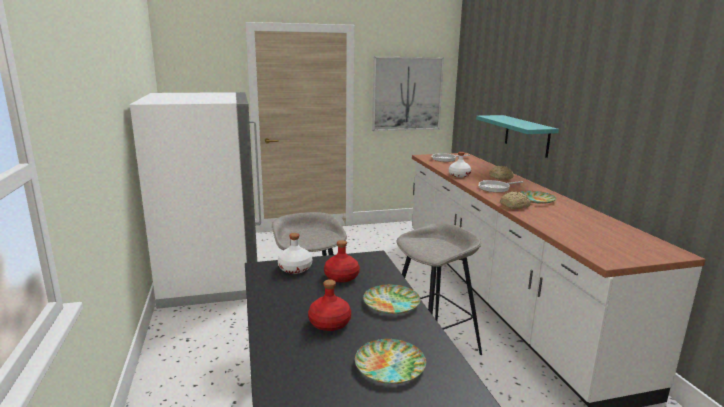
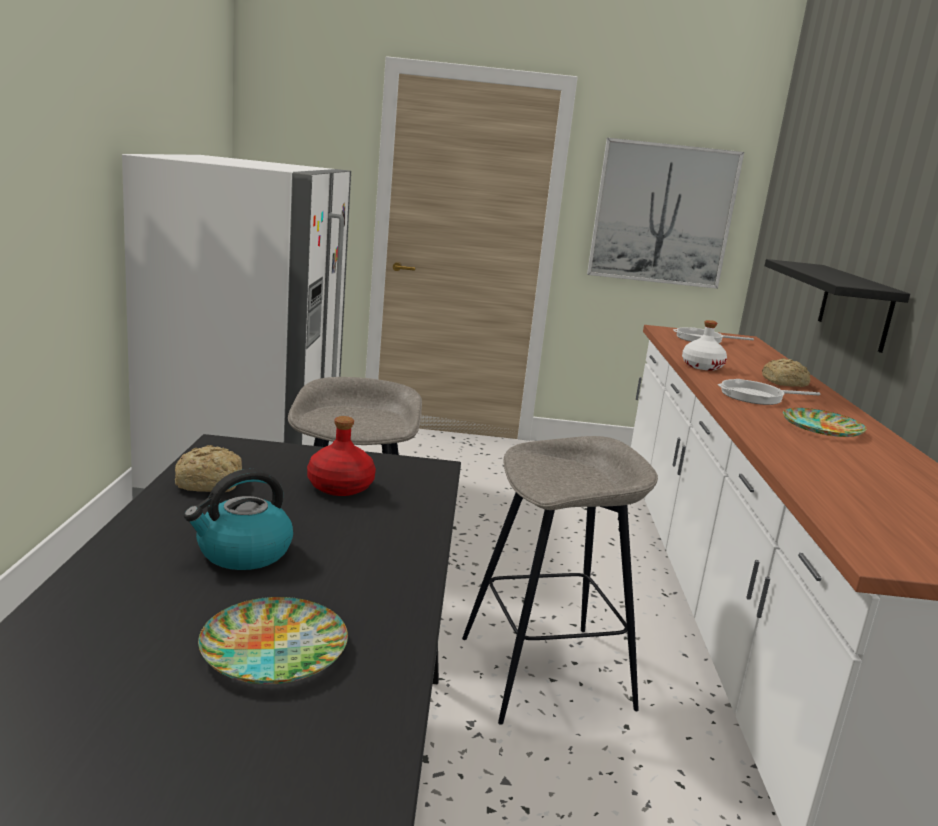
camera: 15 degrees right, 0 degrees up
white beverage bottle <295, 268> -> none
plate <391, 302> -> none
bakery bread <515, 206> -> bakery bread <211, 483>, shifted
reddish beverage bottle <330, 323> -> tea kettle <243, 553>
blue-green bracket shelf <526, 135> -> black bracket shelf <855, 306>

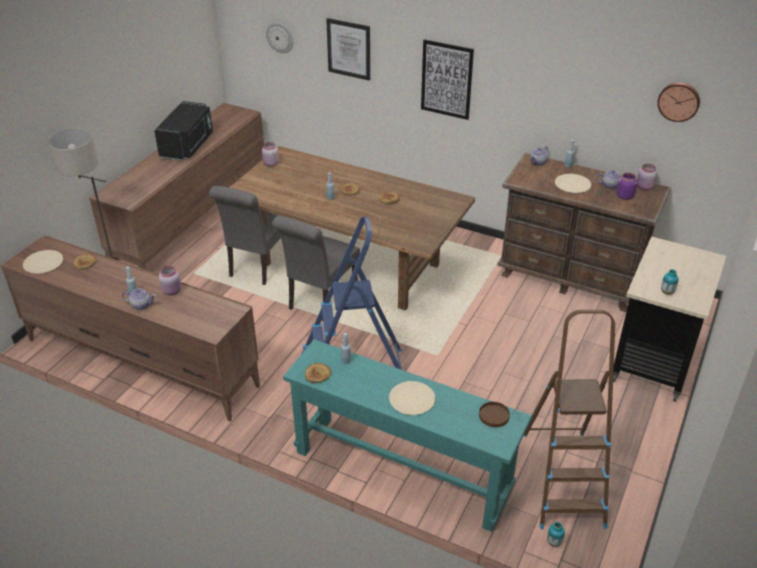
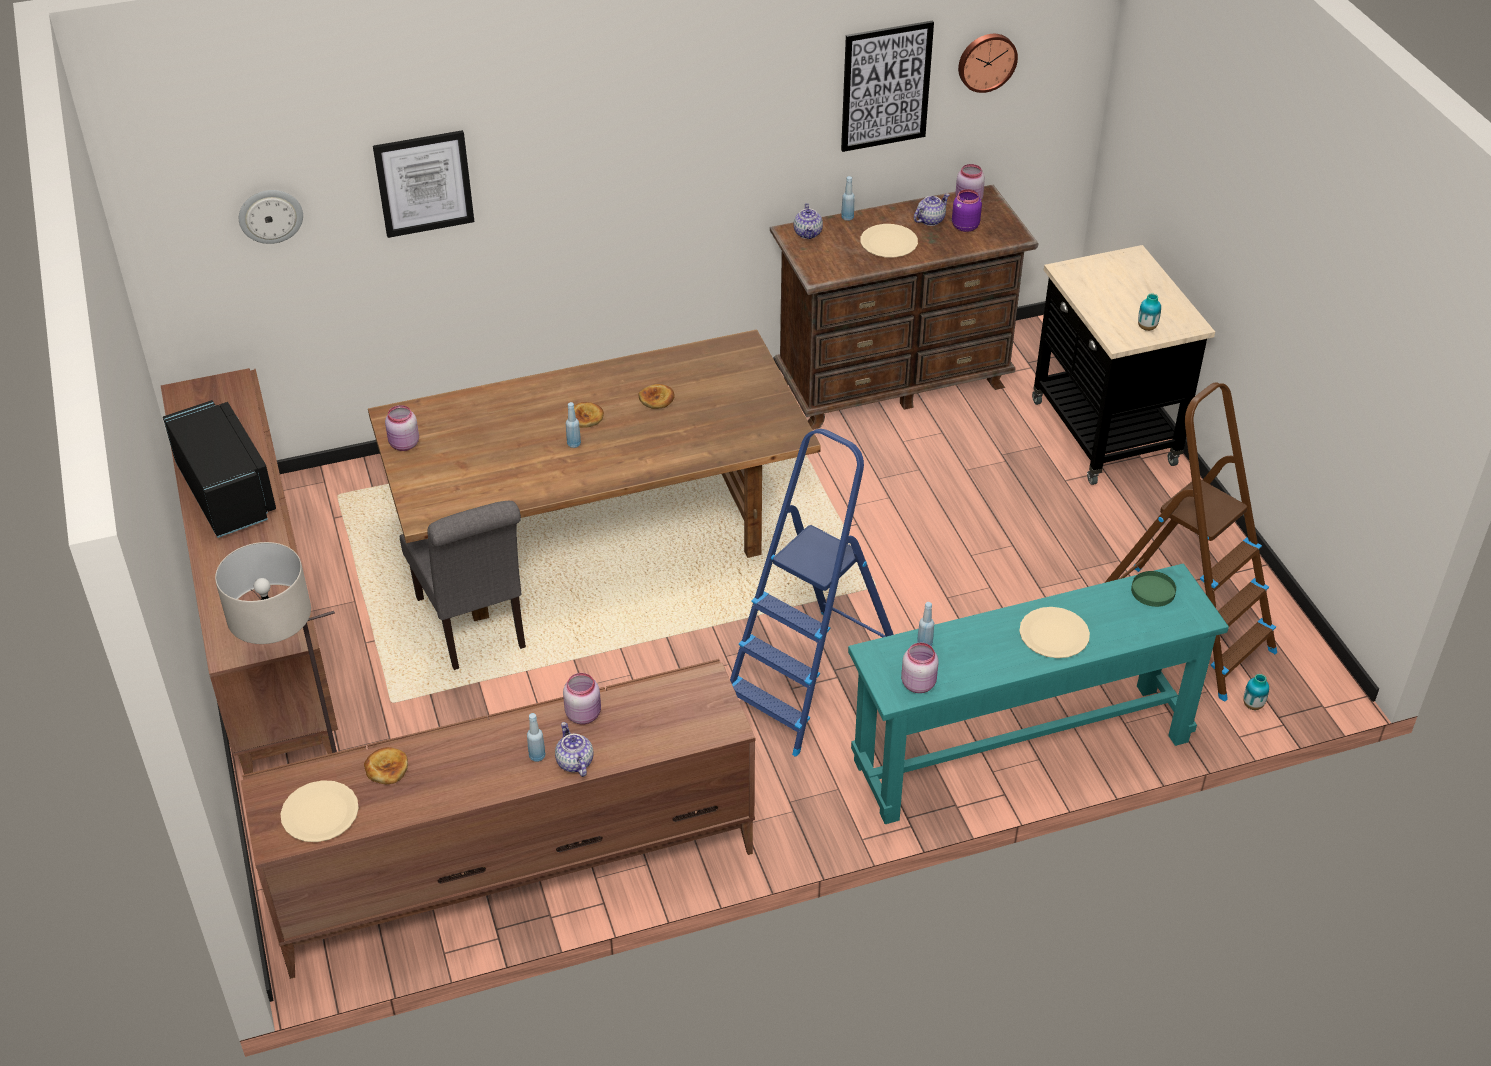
camera: 45 degrees left, 5 degrees up
grey plain chair <320, 300> -> none
picture <446, 79> -> picture <886, 86>, shifted
bakery bread <317, 374> -> pinkish preserve jar <918, 683>
brown plate <494, 416> -> greenish plate <1153, 591>
pot for tea <141, 305> -> pot for tea <574, 762>, 75 degrees counterclockwise

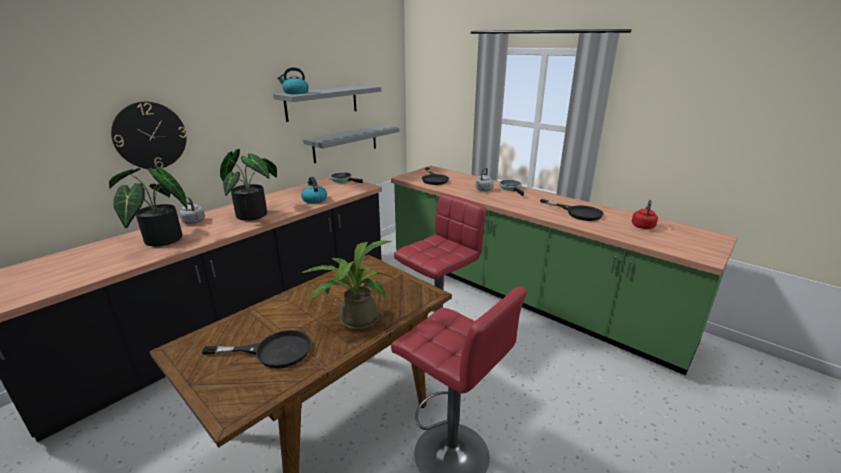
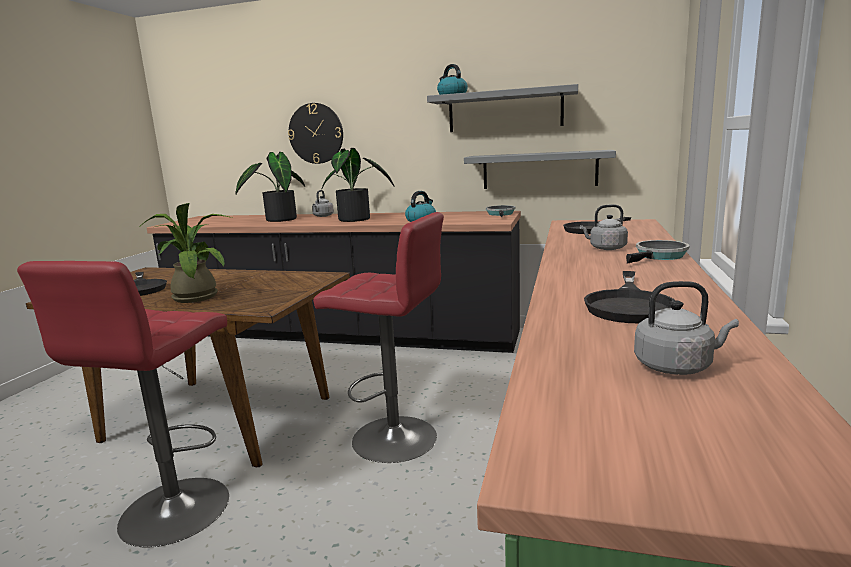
camera: 65 degrees right, 10 degrees down
reddish tea kettle <643, 226> -> grey tea kettle <676, 366>

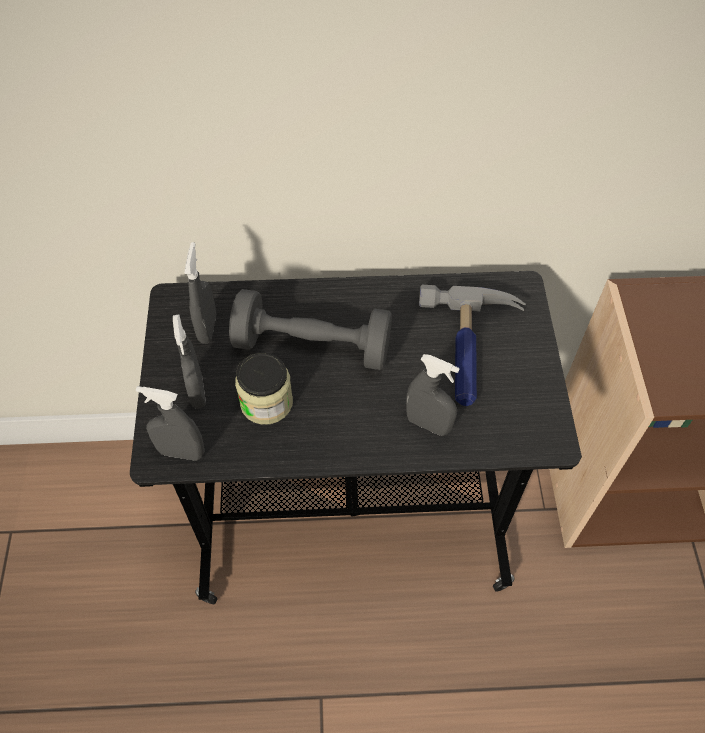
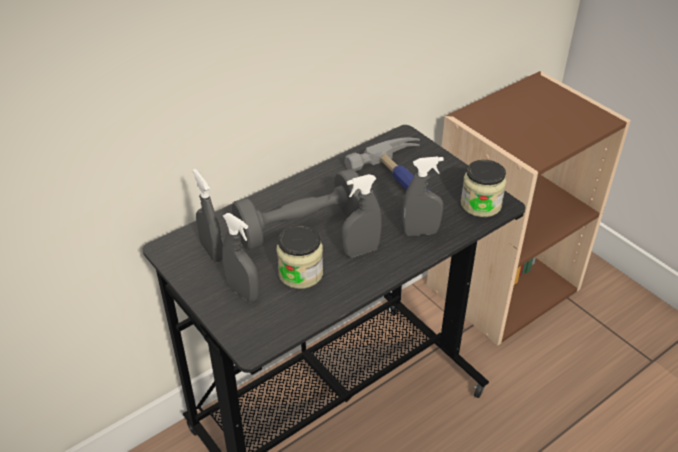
camera: 35 degrees left, 15 degrees down
none -> preserve jar <481, 204>
grey spray bottle <181, 452> -> grey spray bottle <360, 251>, shifted

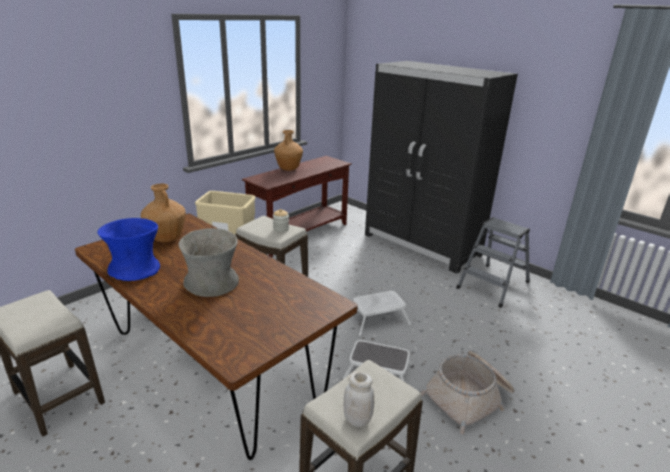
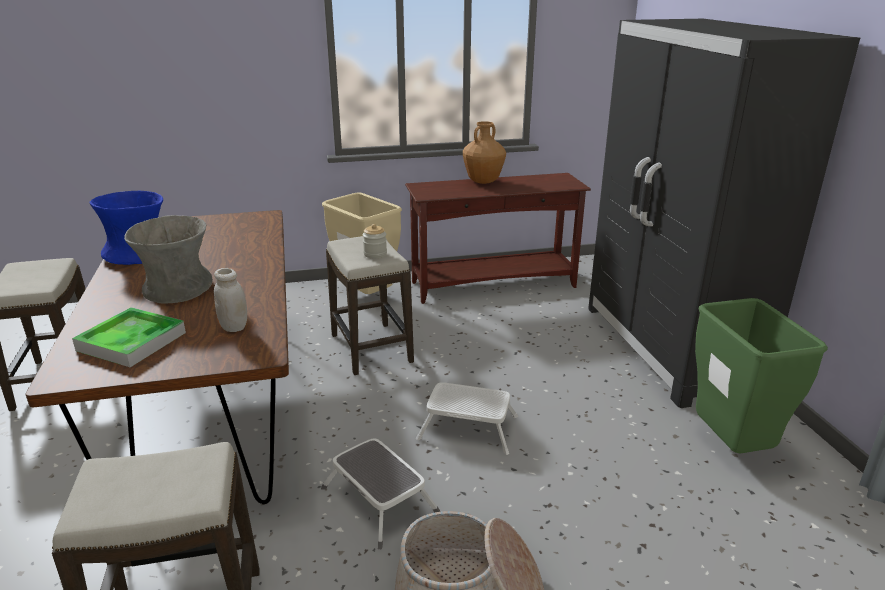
camera: 35 degrees right, 0 degrees up
brown flower vase <167, 239> -> none
none -> serving tray <132, 341>
white preserve jar <357, 419> -> white preserve jar <234, 327>, shifted
grey step ladder <493, 284> -> greenish trash can <731, 448>

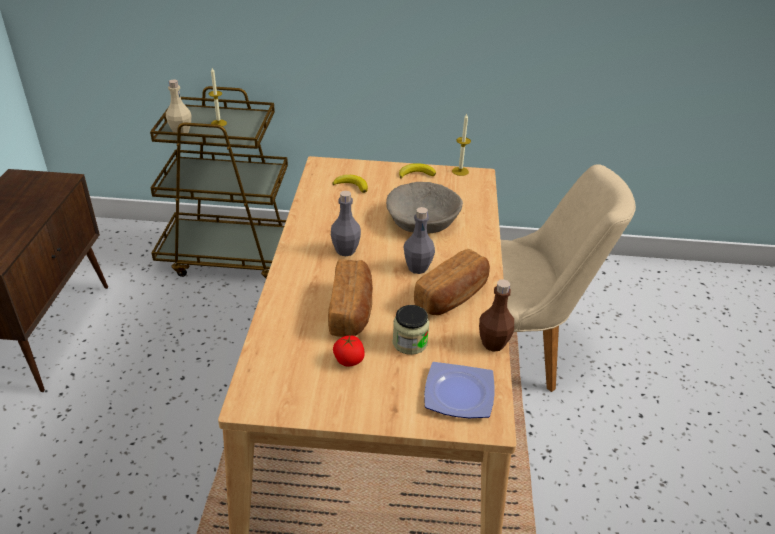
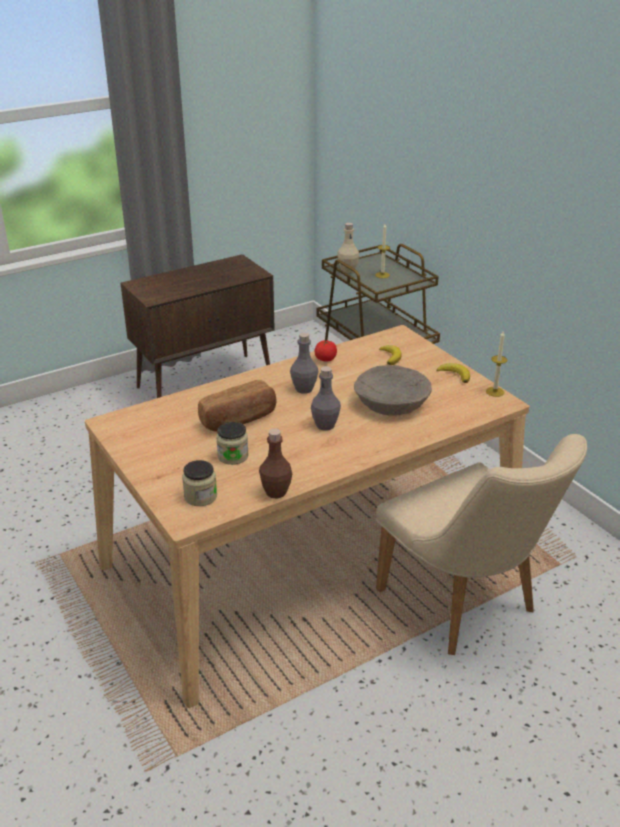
camera: 55 degrees right, 5 degrees down
bakery bread <452, 296> -> none
fresh tomato <349, 360> -> fresh tomato <325, 359>, shifted
plate <457, 395> -> preserve jar <200, 496>

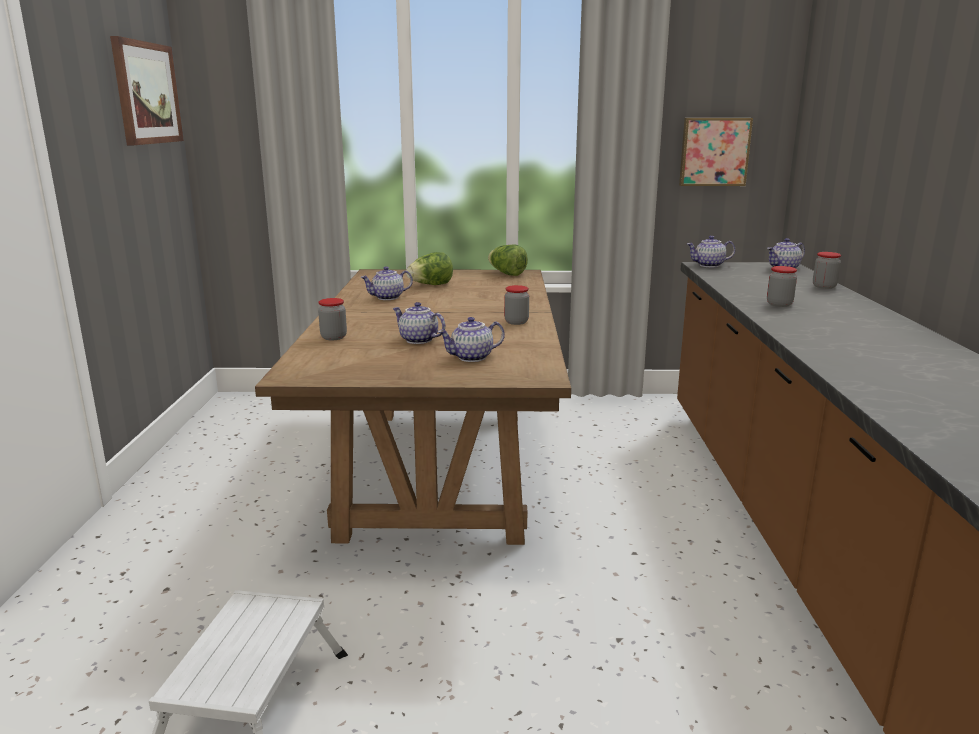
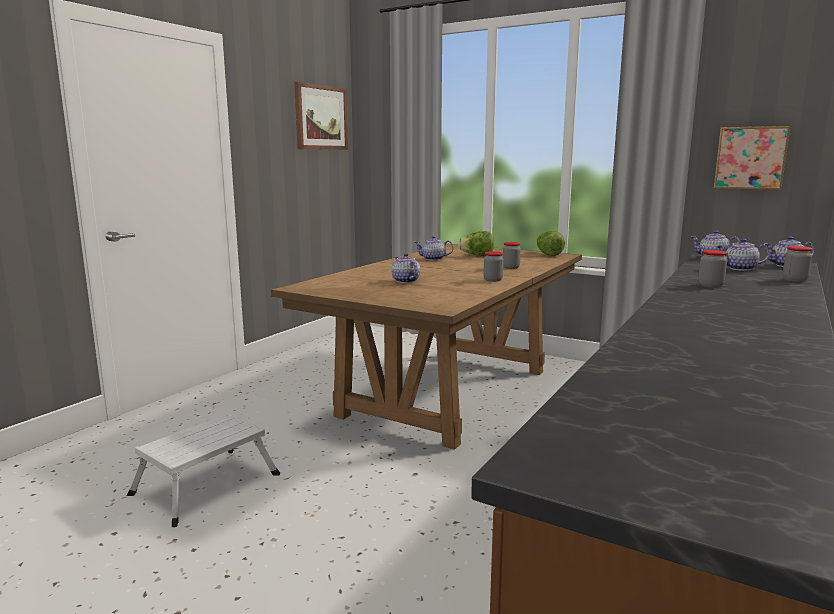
camera: 30 degrees right, 5 degrees down
preserve jar <333, 337> -> preserve jar <511, 267>, shifted
pot for tea <471, 358> -> pot for tea <740, 269>, shifted

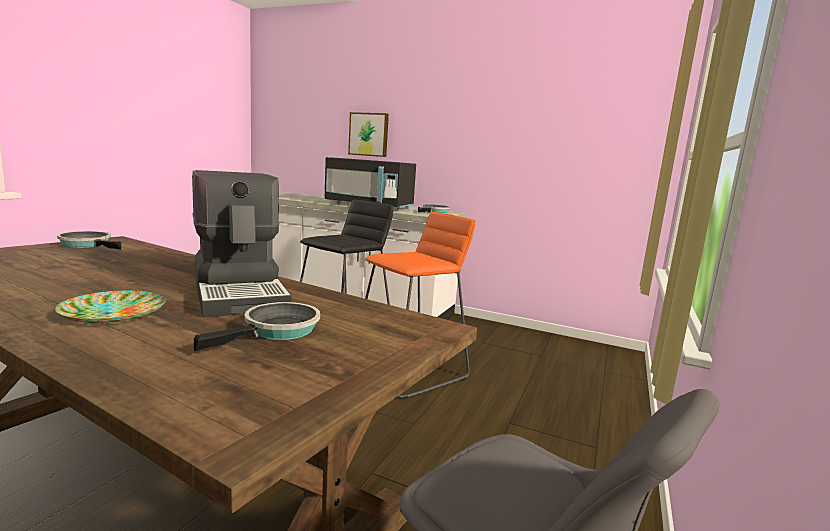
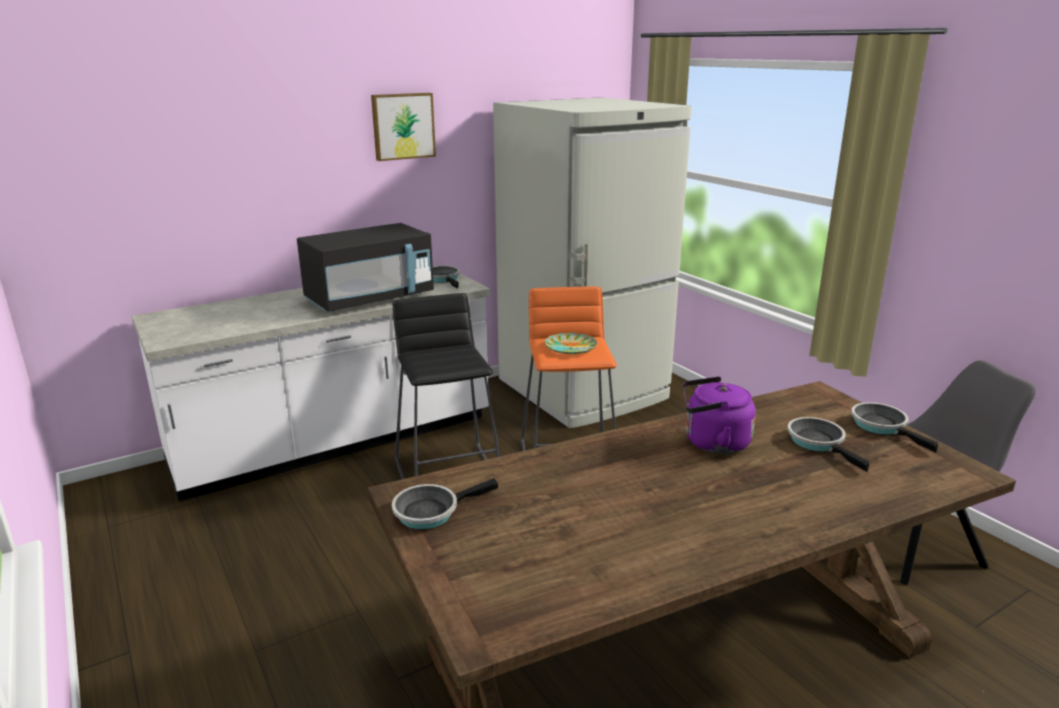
camera: 55 degrees left, 10 degrees up
none -> white fridge <583, 388>
none -> frying pan <882, 427>
plate <112, 312> -> plate <570, 347>, shifted
picture <369, 134> -> picture <402, 126>, shifted
coffee maker <241, 293> -> purple tea kettle <712, 443>

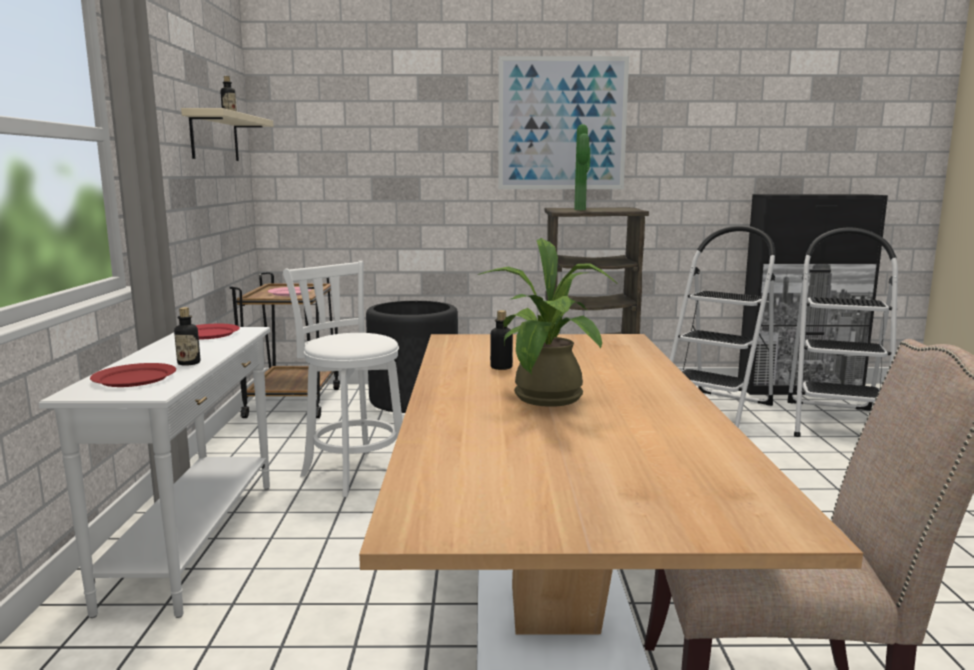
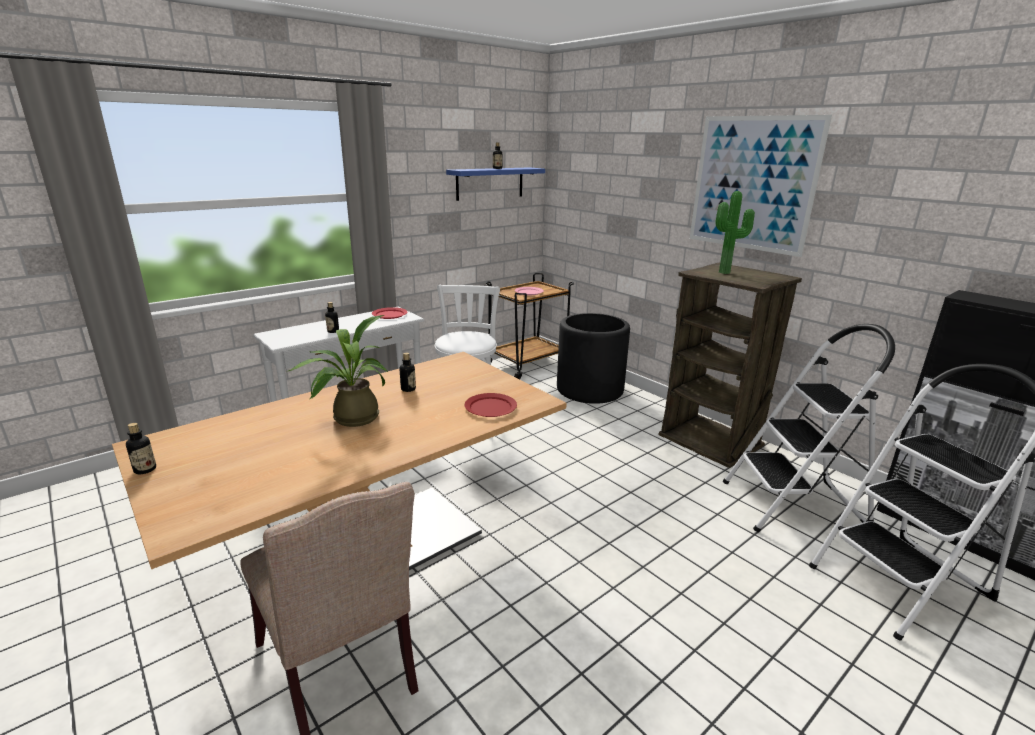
camera: 50 degrees right, 10 degrees up
none -> beverage bottle <145, 469>
reddish plate <133, 378> -> reddish plate <490, 407>, shifted
beige bracket shelf <215, 137> -> bluish bracket shelf <490, 183>

